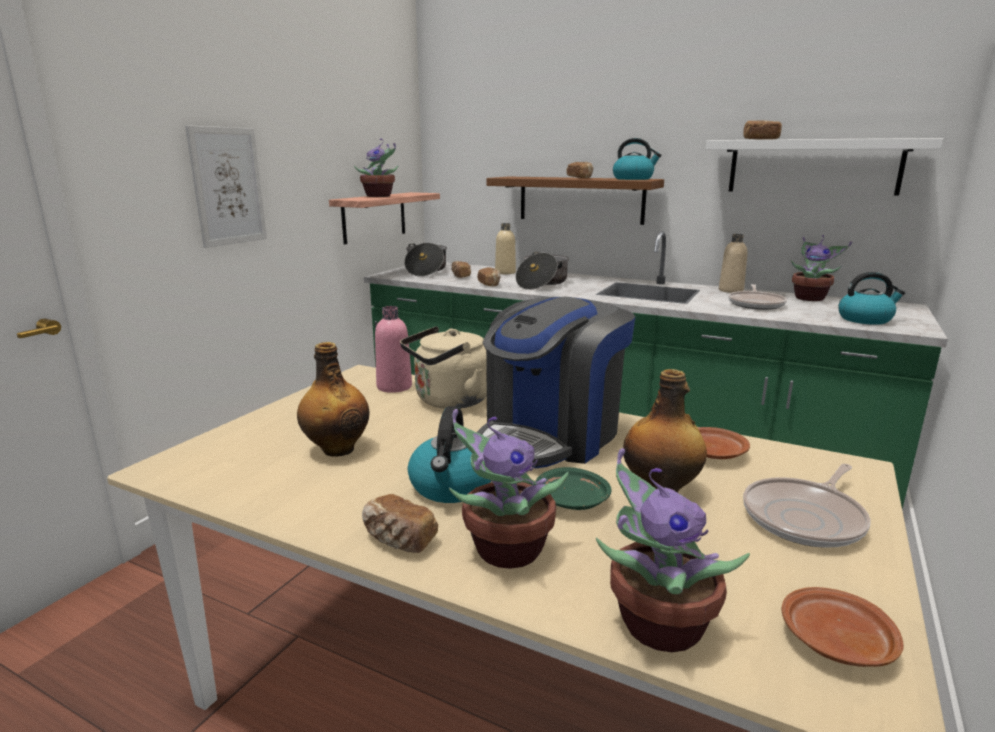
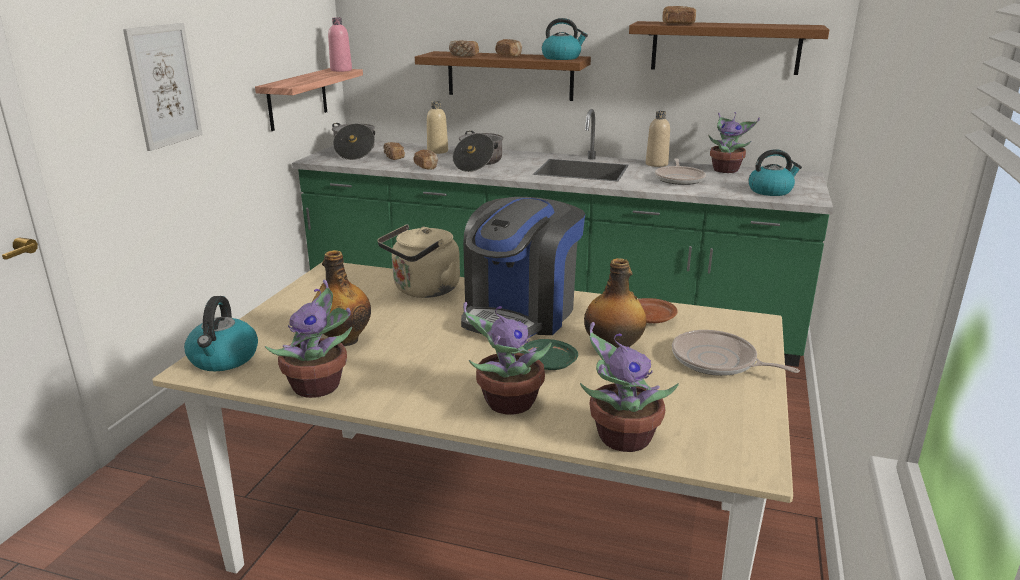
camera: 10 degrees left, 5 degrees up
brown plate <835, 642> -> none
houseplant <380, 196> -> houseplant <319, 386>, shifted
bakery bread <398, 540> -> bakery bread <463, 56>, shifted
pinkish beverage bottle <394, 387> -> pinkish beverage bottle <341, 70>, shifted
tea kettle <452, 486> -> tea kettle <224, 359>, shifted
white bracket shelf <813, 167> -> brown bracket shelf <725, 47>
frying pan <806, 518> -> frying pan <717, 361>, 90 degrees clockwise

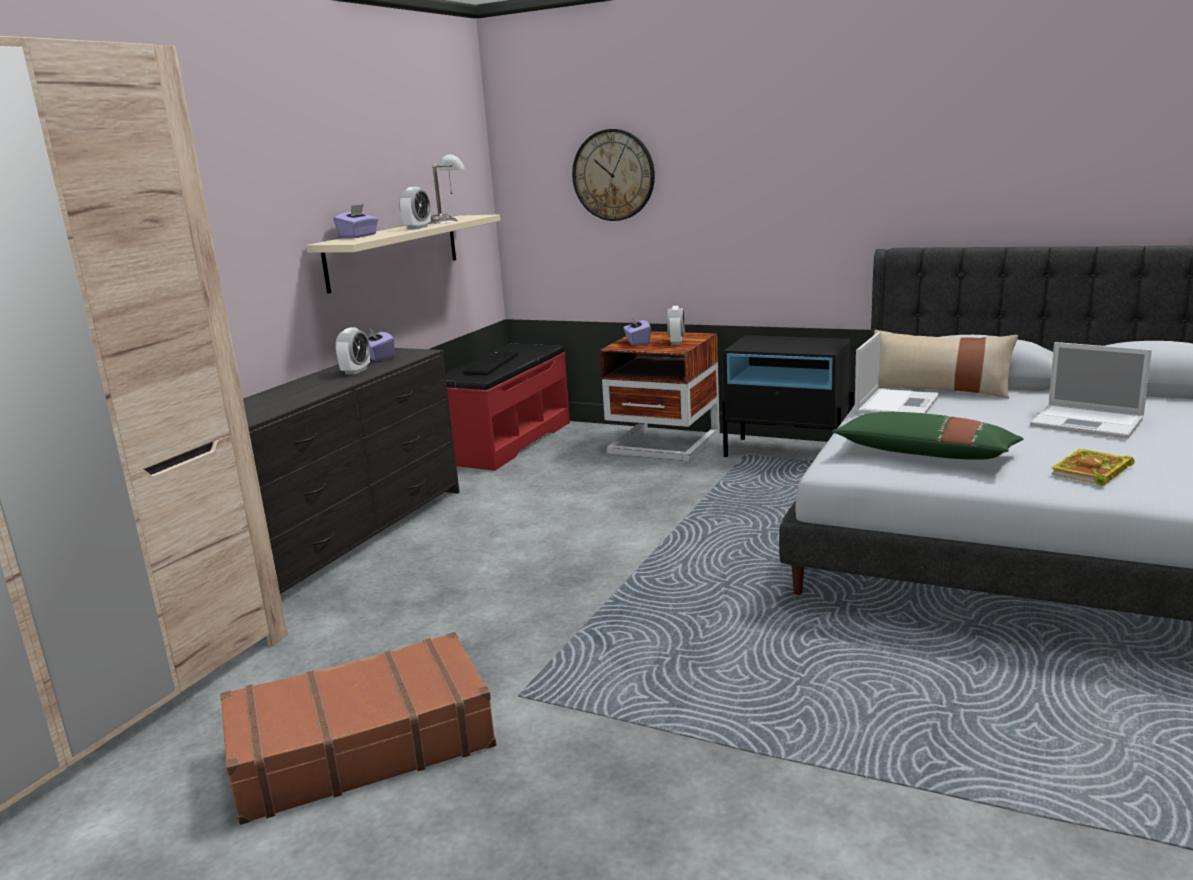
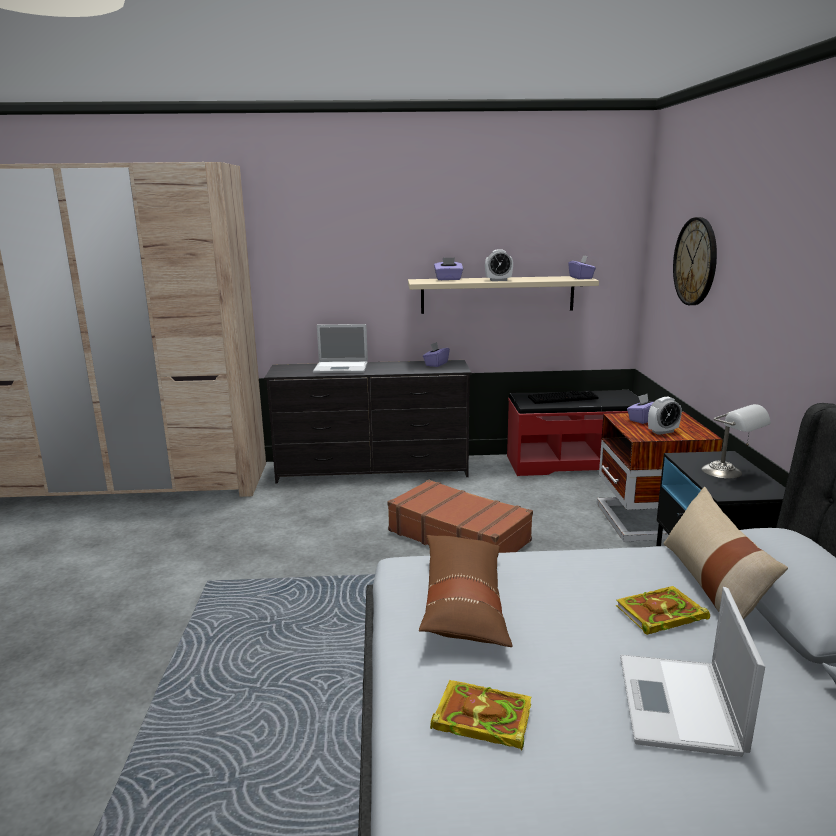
camera: 60 degrees right, 0 degrees up
table clock <356, 371> -> none
none -> purple box of tissues <581, 278>
none -> bound book <659, 615>
brown travel case <361, 746> -> brown travel case <459, 536>, shifted
white lamp for a table <448, 221> -> white lamp for a table <729, 473>, shifted
notebook computer <897, 404> -> notebook computer <342, 368>, shifted
greenish pillow <925, 454> -> brown pillow <464, 602>

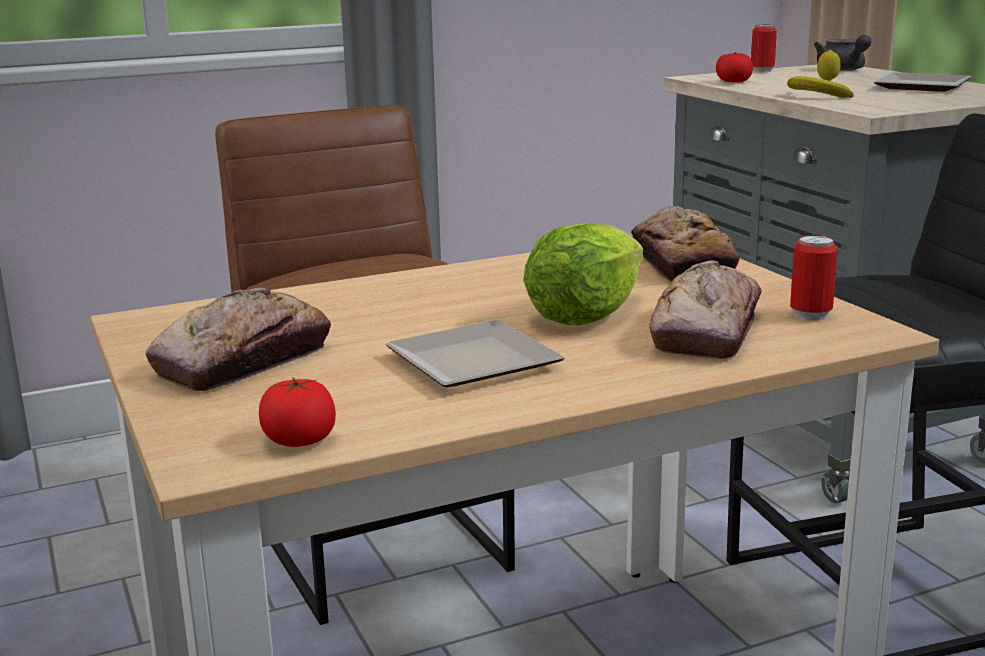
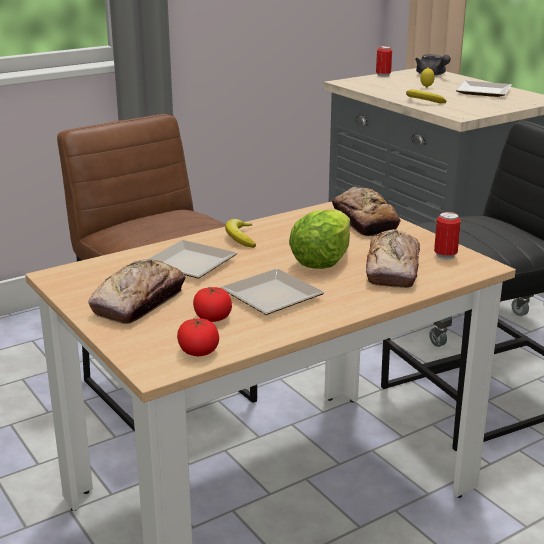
camera: 10 degrees left, 5 degrees up
none -> plate <190, 265>
none -> banana <240, 238>
fresh tomato <733, 82> -> fresh tomato <212, 317>, shifted

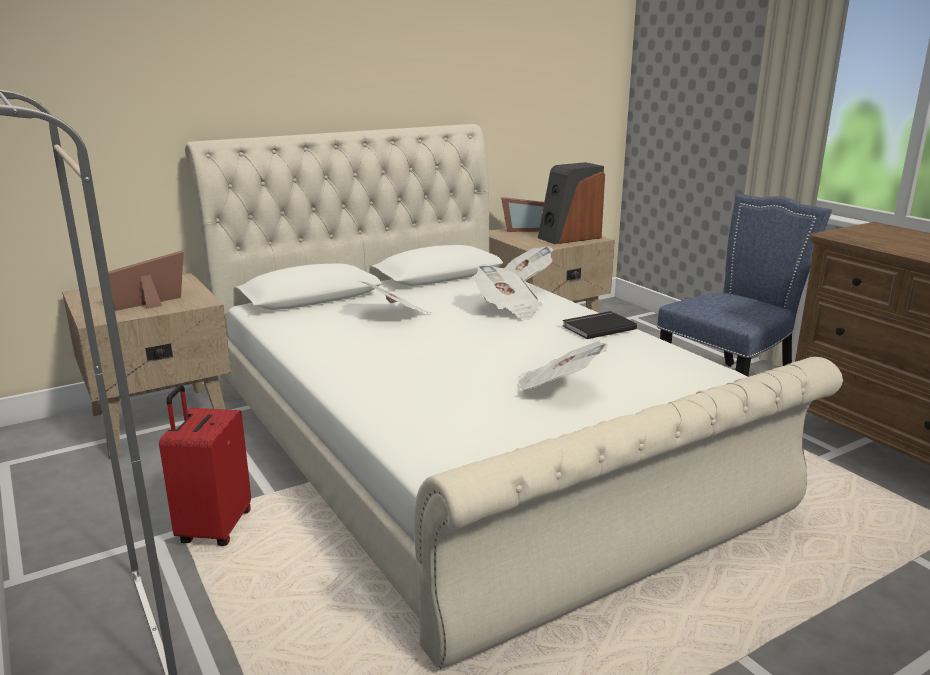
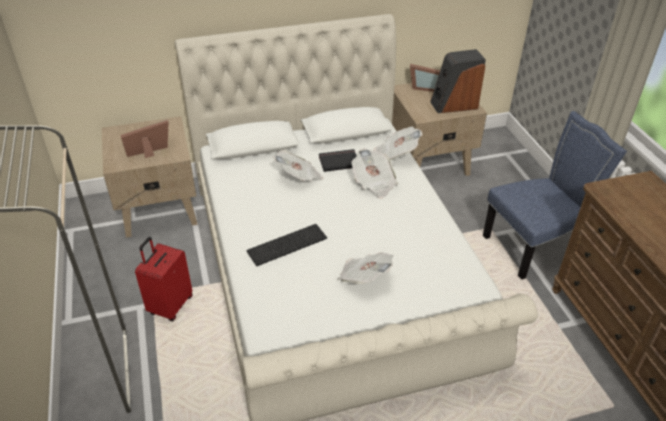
camera: 15 degrees right, 20 degrees up
none -> computer keyboard <287, 243>
black bound book <597, 327> -> black bound book <338, 161>, shifted

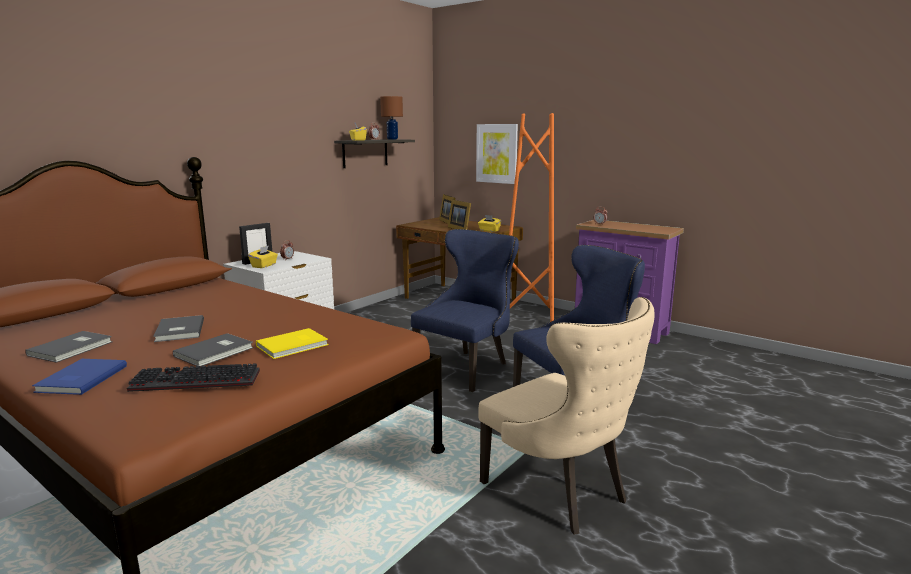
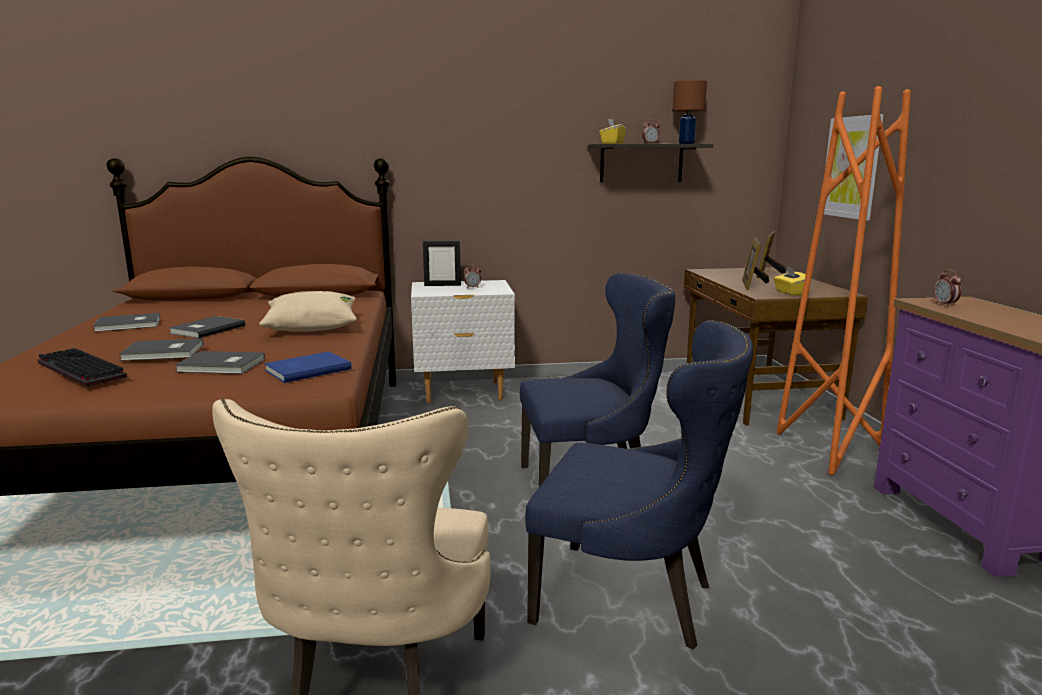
camera: 45 degrees right, 0 degrees up
yellowish box of tissues <264, 266> -> none
none -> beige pillow <312, 327>
bluish bound book <79, 379> -> bluish bound book <306, 369>, shifted
yellowish bound book <294, 345> -> grey bound book <221, 366>

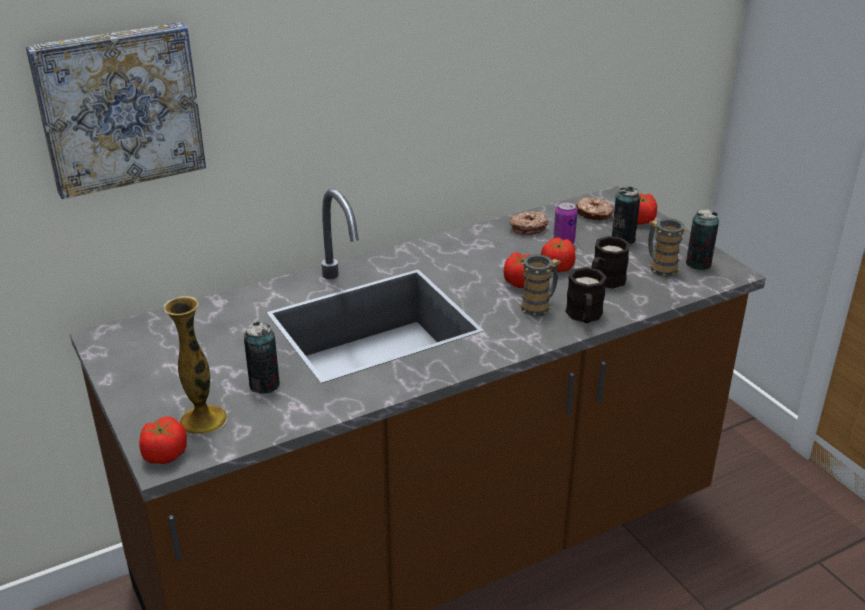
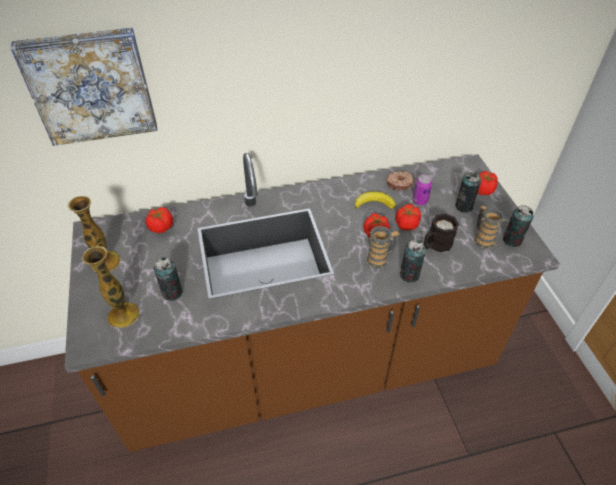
camera: 15 degrees right, 15 degrees up
ring doughnut <594, 214> -> none
none -> flower vase <105, 262>
none -> banana <374, 203>
fresh tomato <164, 455> -> fresh tomato <161, 227>, shifted
black tea mug <584, 316> -> can <409, 275>

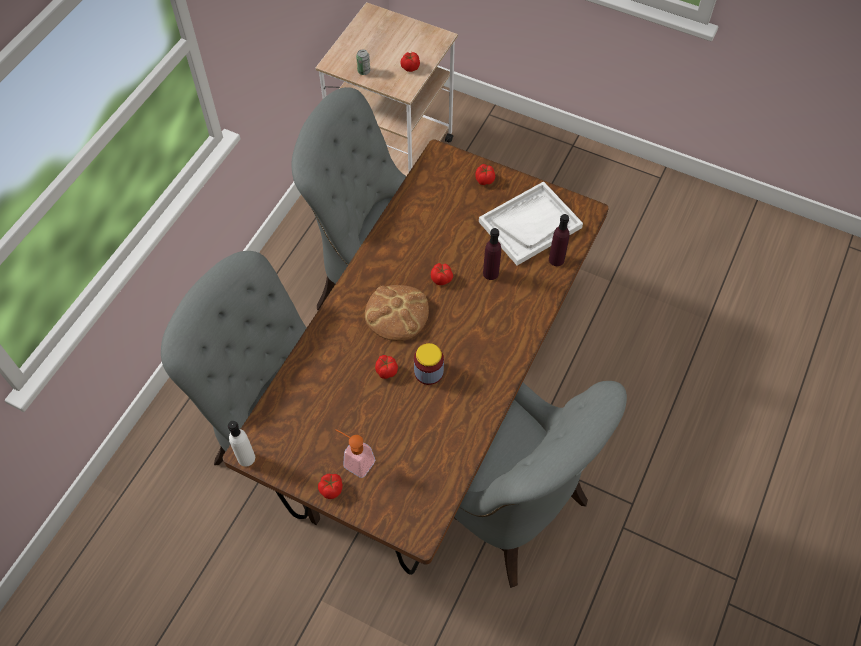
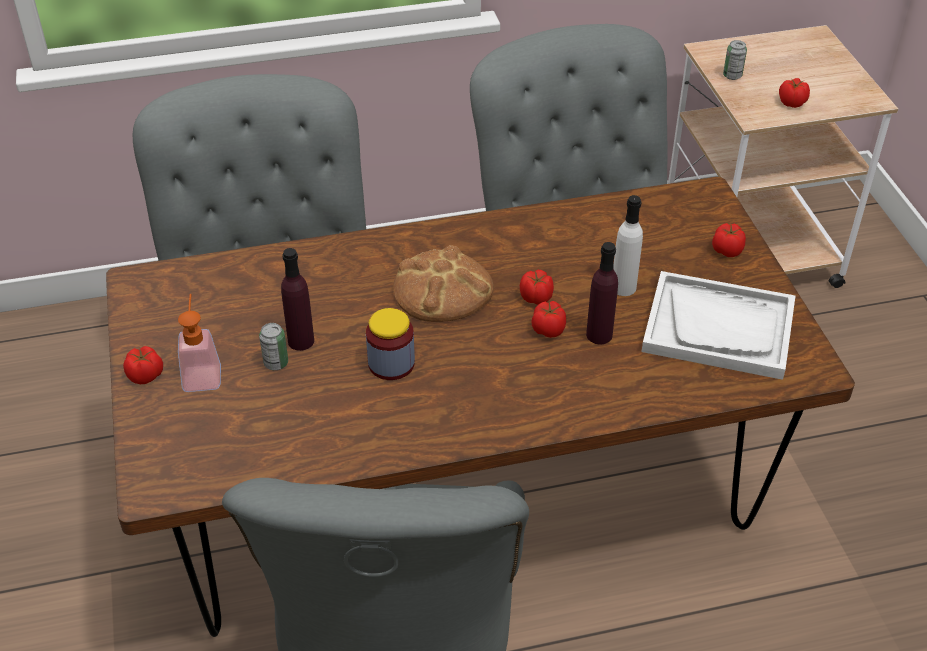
camera: 50 degrees right, 15 degrees down
none -> can <276, 363>
white beverage bottle <246, 458> -> white beverage bottle <623, 287>, shifted
fresh tomato <386, 370> -> fresh tomato <549, 329>, shifted
purple beverage bottle <556, 259> -> purple beverage bottle <301, 341>, shifted

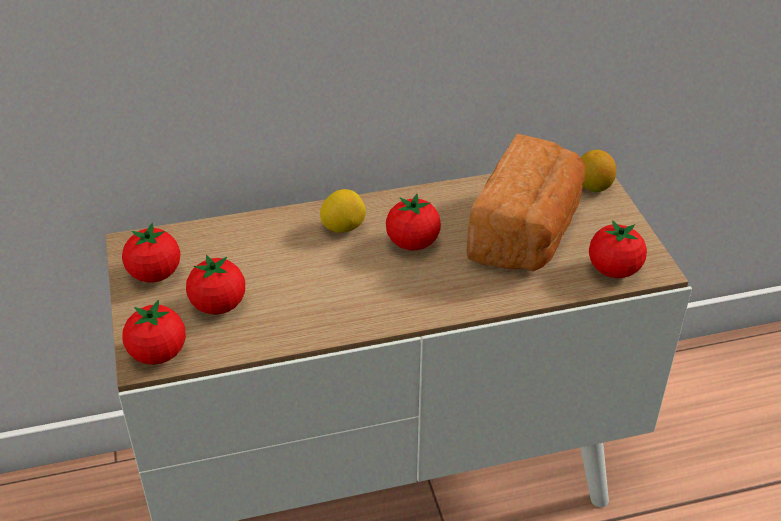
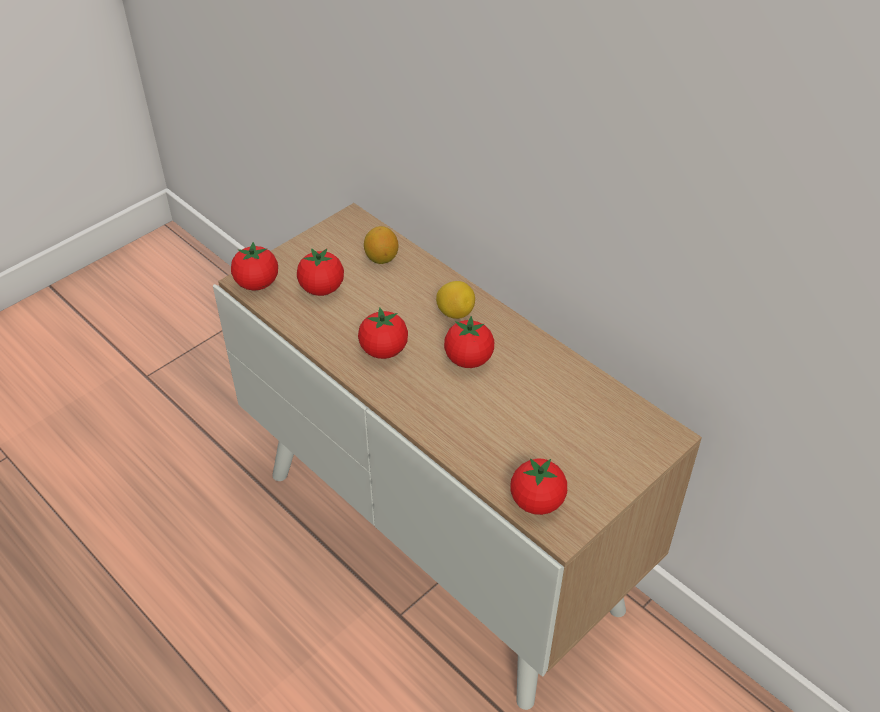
camera: 60 degrees right, 5 degrees up
bakery bread <527, 233> -> none
fresh tomato <155, 274> -> fresh tomato <384, 350>, shifted
lemon <593, 187> -> lemon <381, 258>, shifted

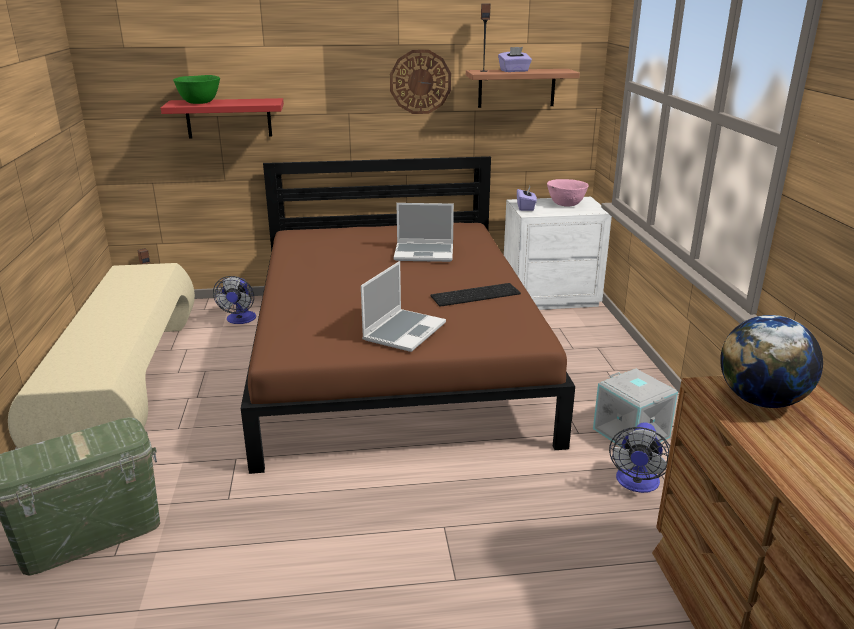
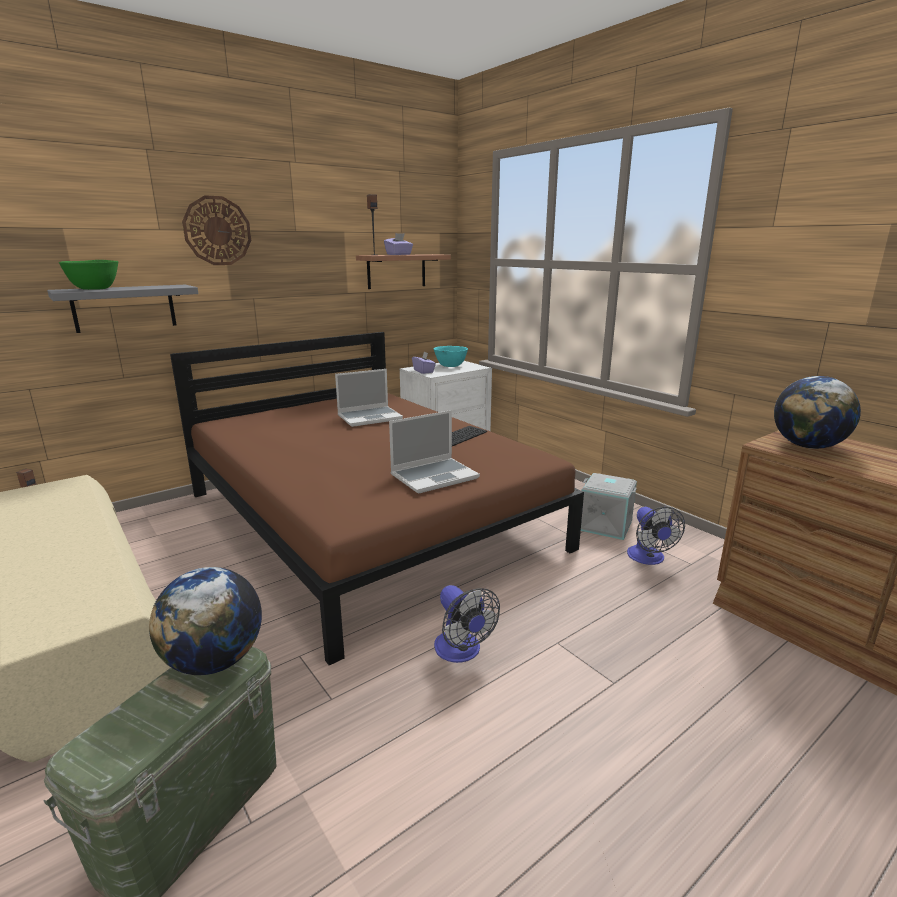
camera: 30 degrees left, 5 degrees down
none -> globe <215, 661>
fan <240, 320> -> fan <461, 652>, shifted
clock on the wall <420, 82> -> clock on the wall <217, 231>, shifted
reddish bracket shelf <228, 118> -> grey bracket shelf <124, 308>
pinkish deep dish <565, 204> -> blue-green deep dish <450, 366>
notebook computer <404, 331> -> notebook computer <435, 476>, 60 degrees clockwise

